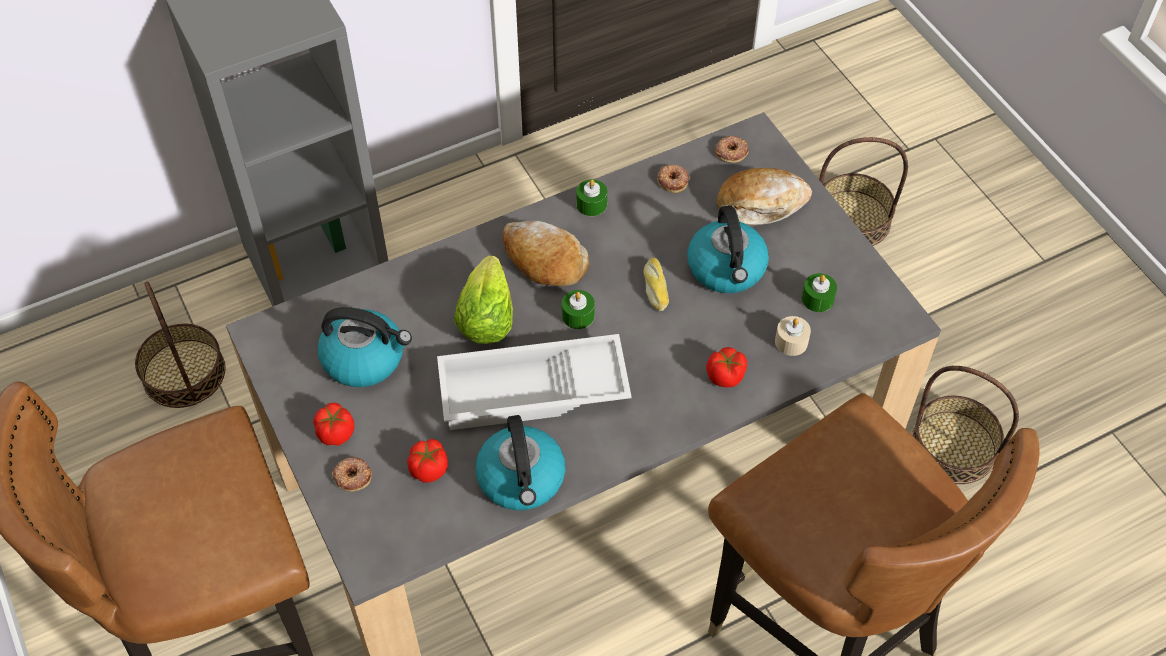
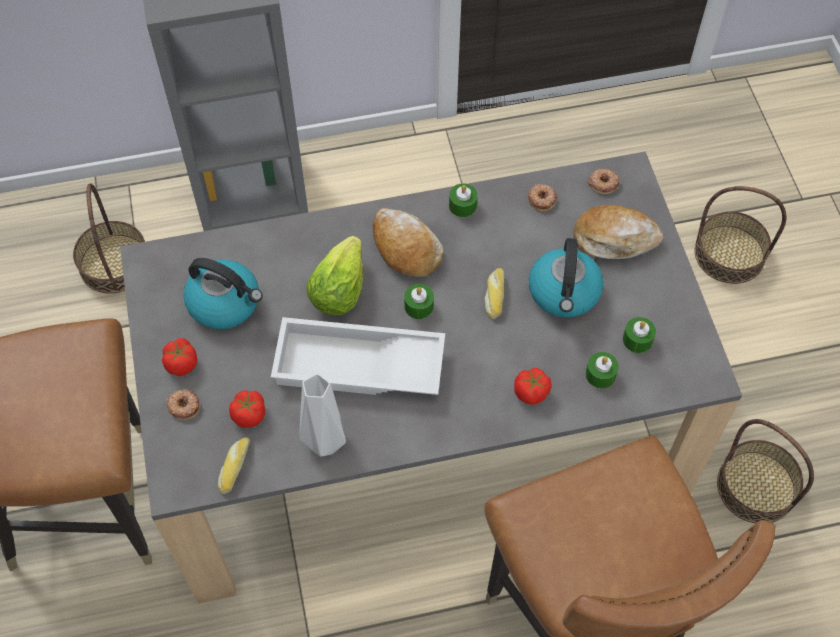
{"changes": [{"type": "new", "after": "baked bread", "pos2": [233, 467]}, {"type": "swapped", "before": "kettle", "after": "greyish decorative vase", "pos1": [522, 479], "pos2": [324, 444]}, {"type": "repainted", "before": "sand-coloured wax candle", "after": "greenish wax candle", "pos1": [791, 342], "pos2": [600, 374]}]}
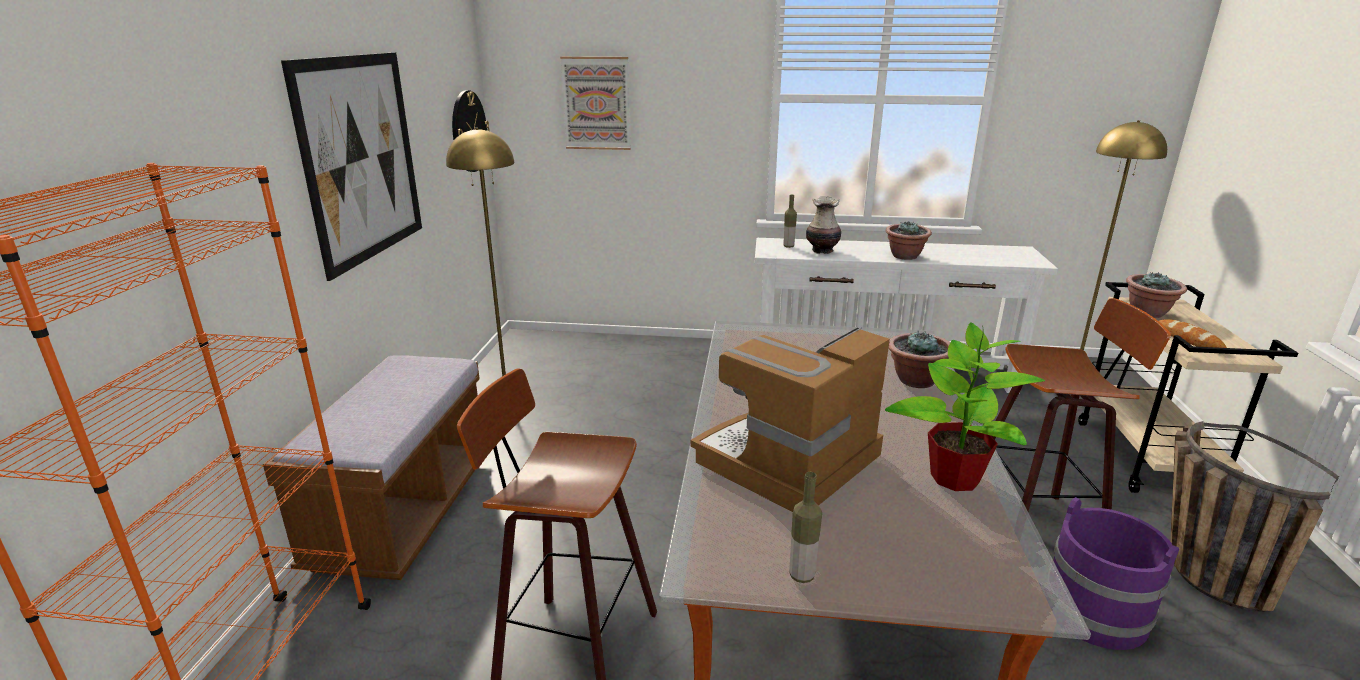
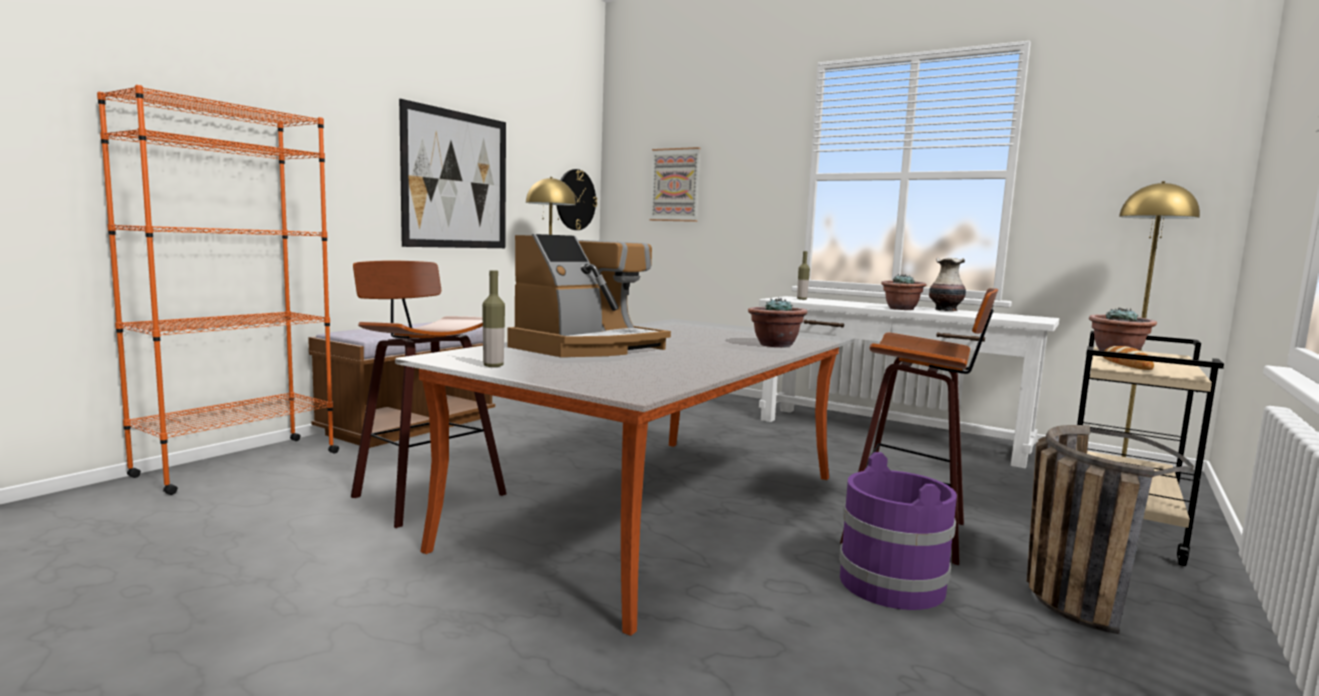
{"changes": [{"type": "gone", "before": "houseplant", "pos1": [953, 477]}, {"type": "shifted", "before": "decorative vase", "pos1": [822, 251], "pos2": [946, 310]}, {"type": "rotated", "before": "coffee brewer", "pos1": [788, 461], "pos2": [588, 347], "turn": 150}]}
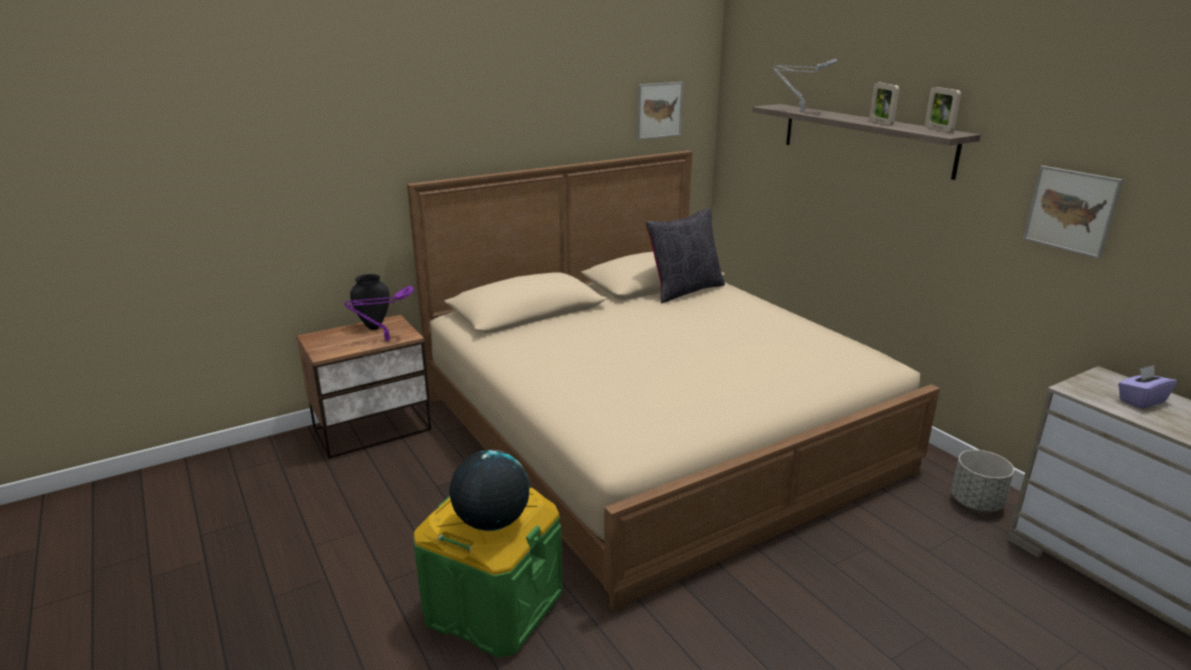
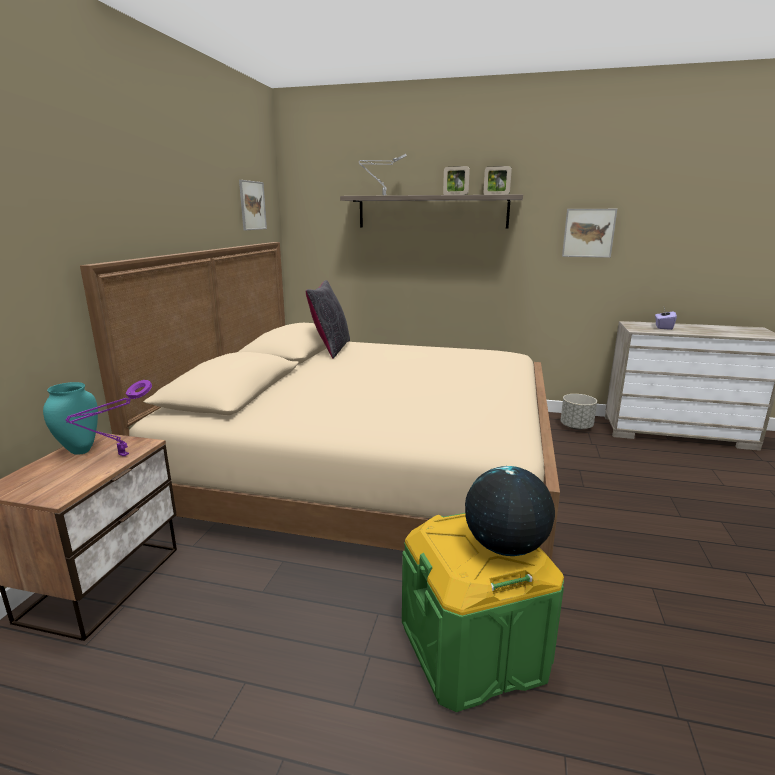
{"changes": [{"type": "repainted", "before": "black decorative vase", "after": "turquoise-coloured decorative vase", "pos1": [374, 327], "pos2": [79, 450]}]}
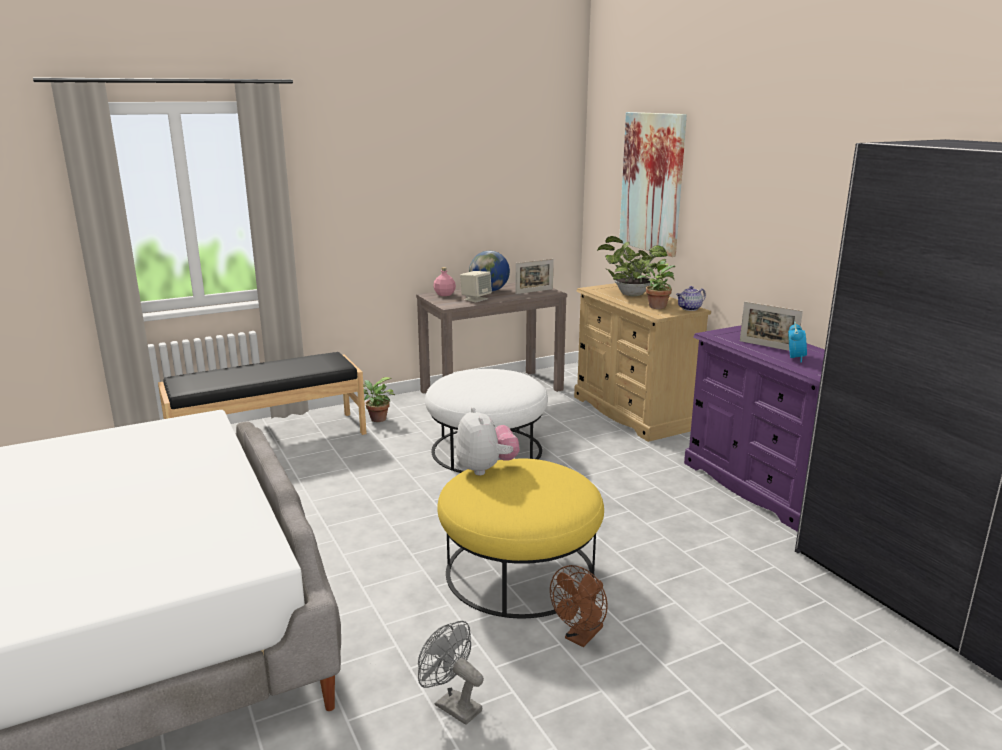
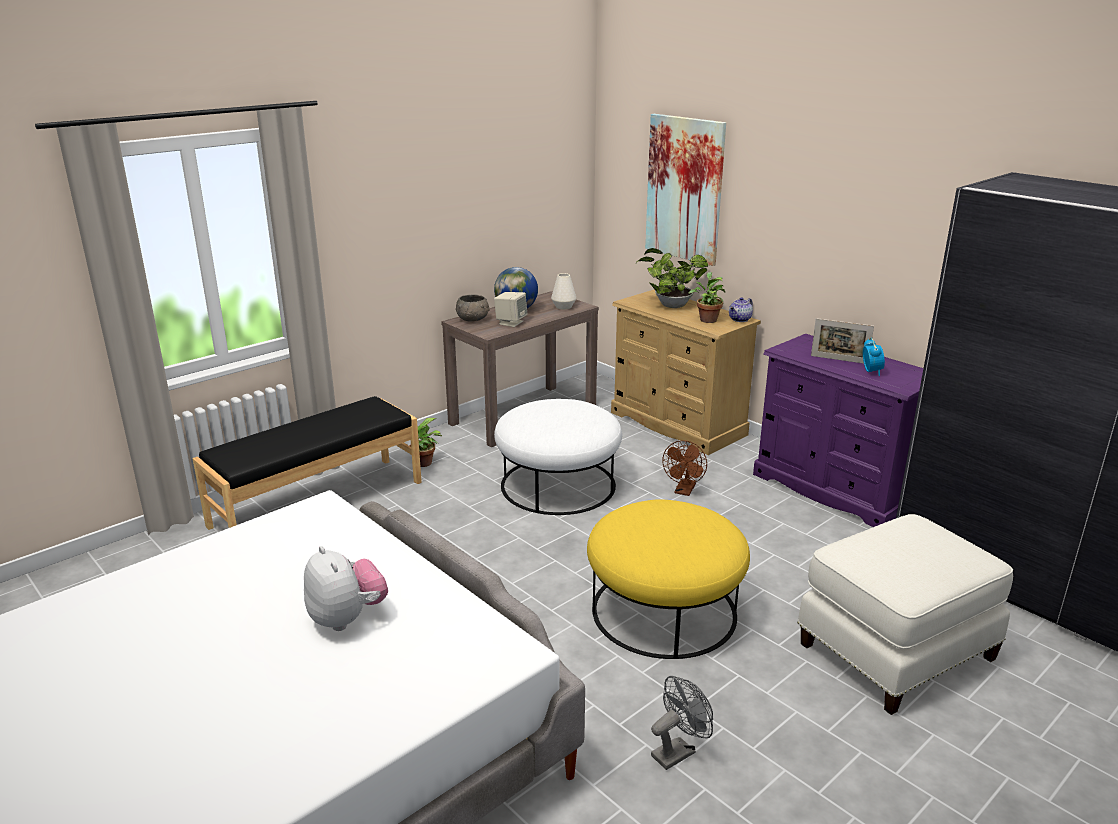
{"changes": [{"type": "new", "after": "whitish footrest", "pos2": [894, 649]}, {"type": "shifted", "before": "cuddly toy", "pos1": [486, 469], "pos2": [347, 618]}, {"type": "shifted", "before": "brownish electric fan", "pos1": [581, 637], "pos2": [684, 491]}, {"type": "swapped", "before": "pinkish drink bottle", "after": "greyish deep dish", "pos1": [445, 294], "pos2": [473, 319]}, {"type": "swapped", "before": "standing frame", "after": "whitish decorative vase", "pos1": [534, 291], "pos2": [563, 307]}, {"type": "rotated", "before": "greyish electric fan", "pos1": [452, 705], "pos2": [678, 751], "turn": 120}]}
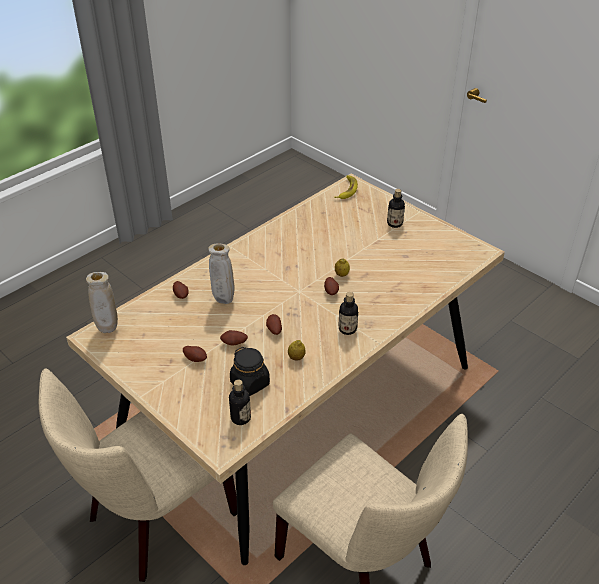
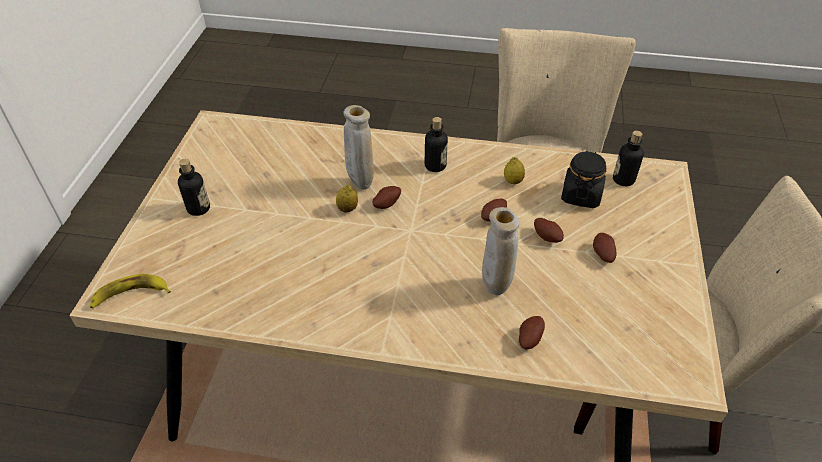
{"changes": [{"type": "shifted", "before": "sand-coloured decorative vase", "pos1": [108, 329], "pos2": [360, 184]}]}
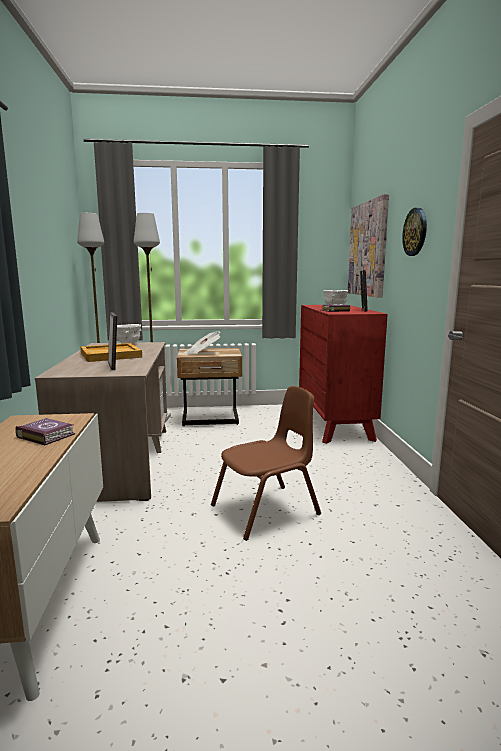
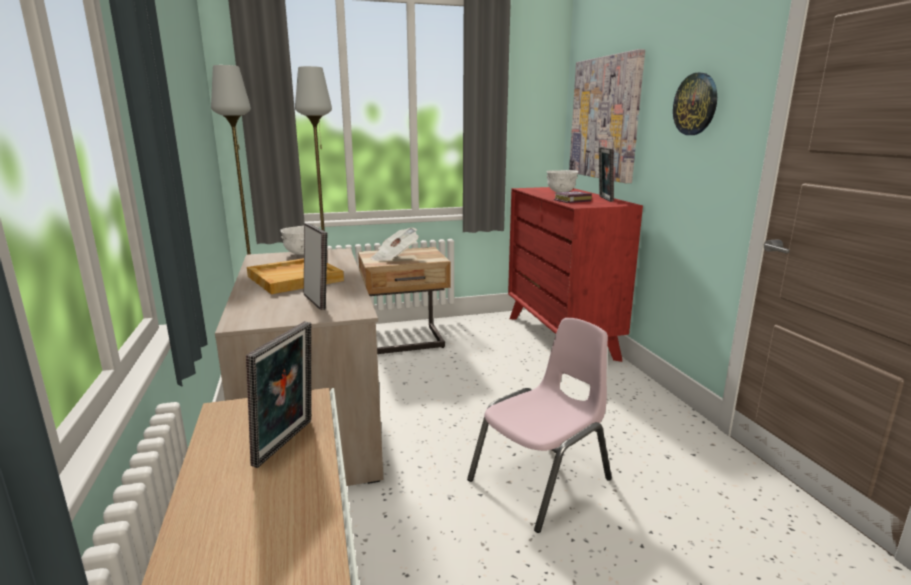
{"changes": [{"type": "swapped", "before": "book", "after": "standing frame", "pos1": [46, 435], "pos2": [288, 443]}, {"type": "repainted", "before": "brownish plain chair", "after": "pinkish plain chair", "pos1": [266, 510], "pos2": [541, 481]}]}
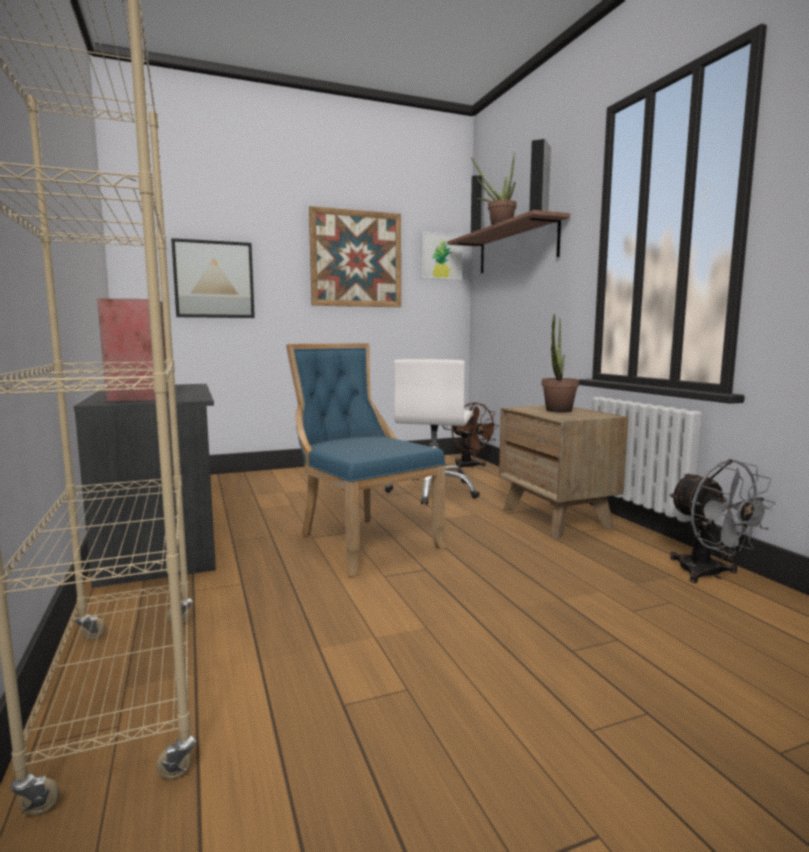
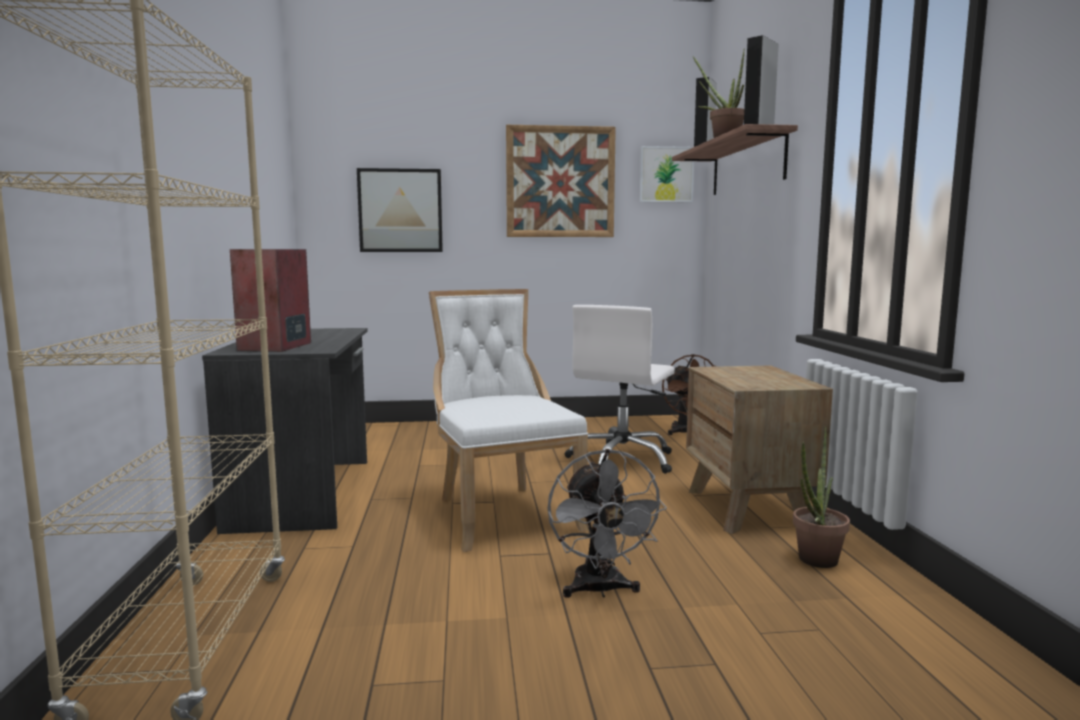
{"changes": [{"type": "shifted", "before": "houseplant", "pos1": [557, 411], "pos2": [814, 563]}, {"type": "shifted", "before": "greyish electric fan", "pos1": [709, 575], "pos2": [600, 590]}, {"type": "repainted", "before": "bluish plain chair", "after": "whitish plain chair", "pos1": [363, 541], "pos2": [502, 514]}]}
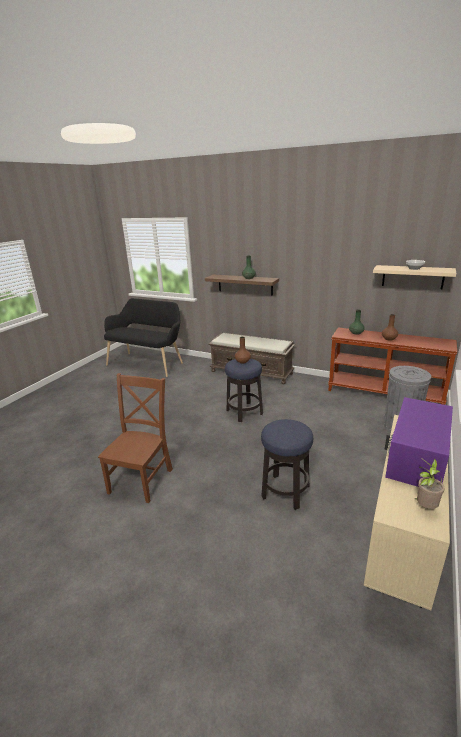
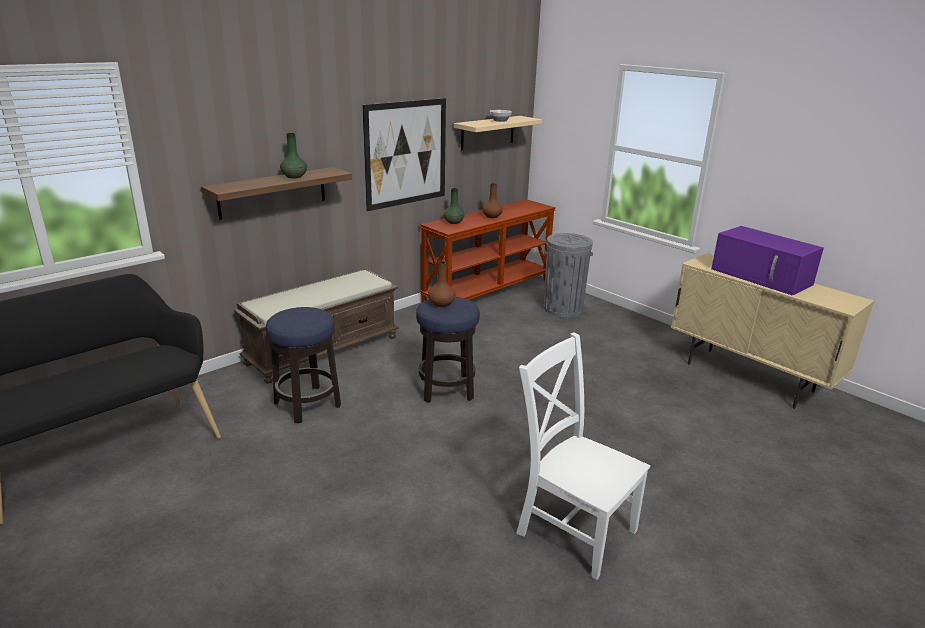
{"changes": [{"type": "gone", "before": "houseplant", "pos1": [425, 507]}, {"type": "new", "after": "wall picture", "pos2": [406, 153]}, {"type": "shifted", "before": "stool", "pos1": [285, 491], "pos2": [307, 404]}, {"type": "repainted", "before": "brownish plain chair", "after": "whitish plain chair", "pos1": [142, 479], "pos2": [572, 528]}]}
